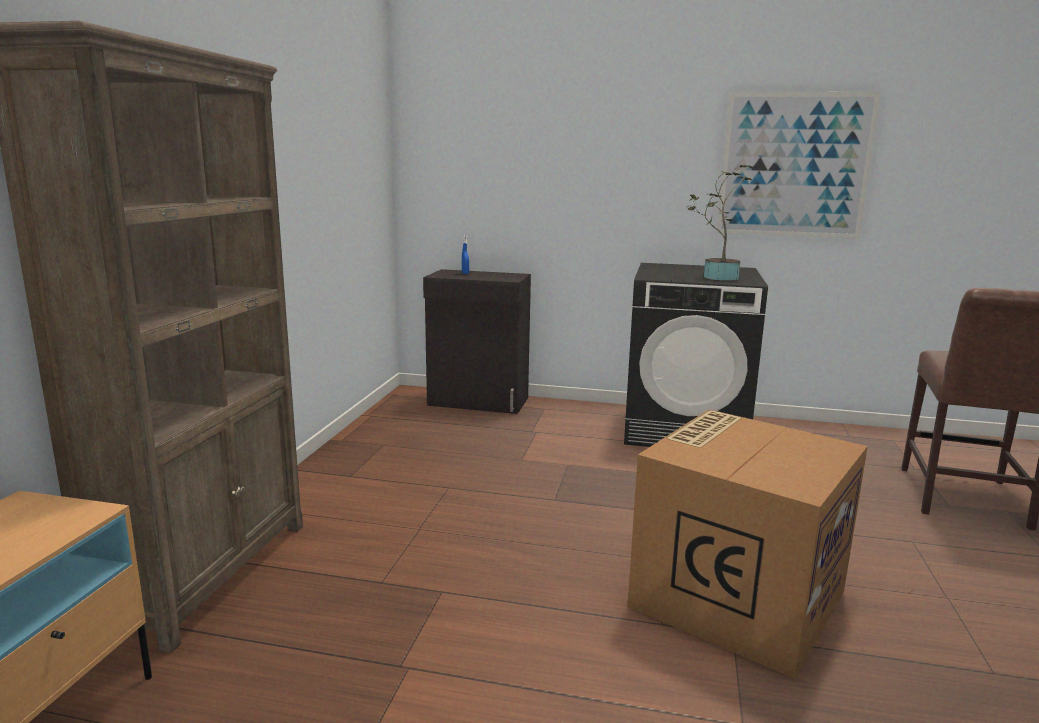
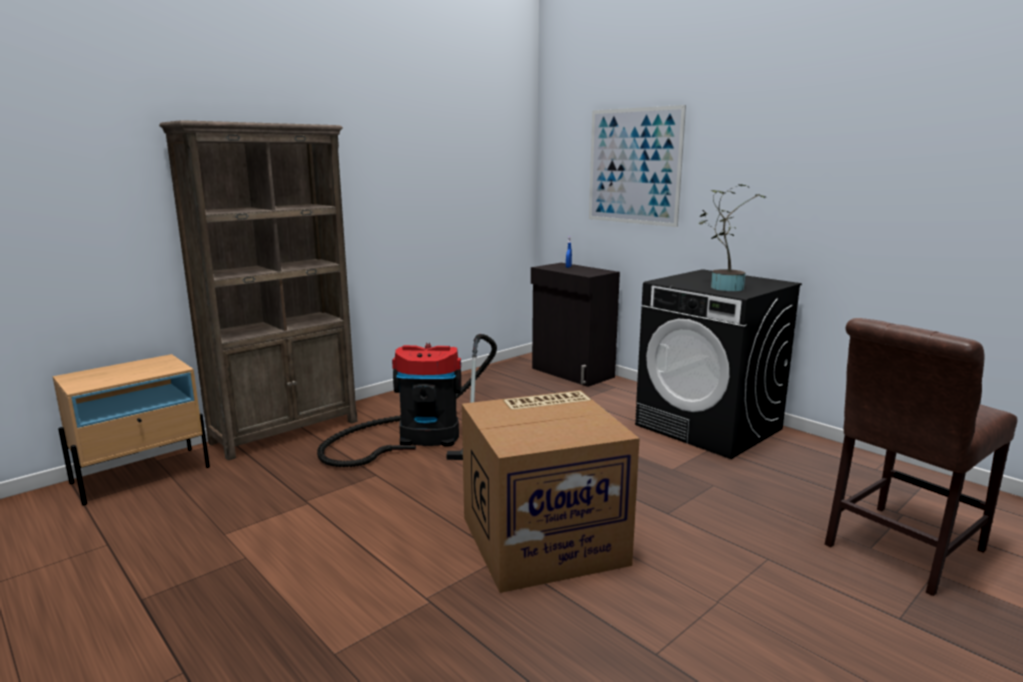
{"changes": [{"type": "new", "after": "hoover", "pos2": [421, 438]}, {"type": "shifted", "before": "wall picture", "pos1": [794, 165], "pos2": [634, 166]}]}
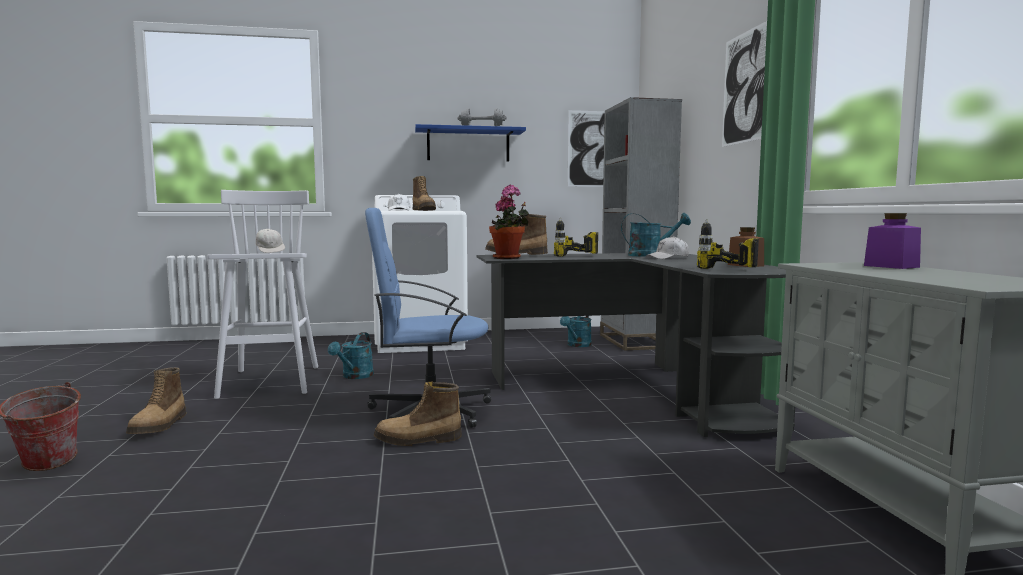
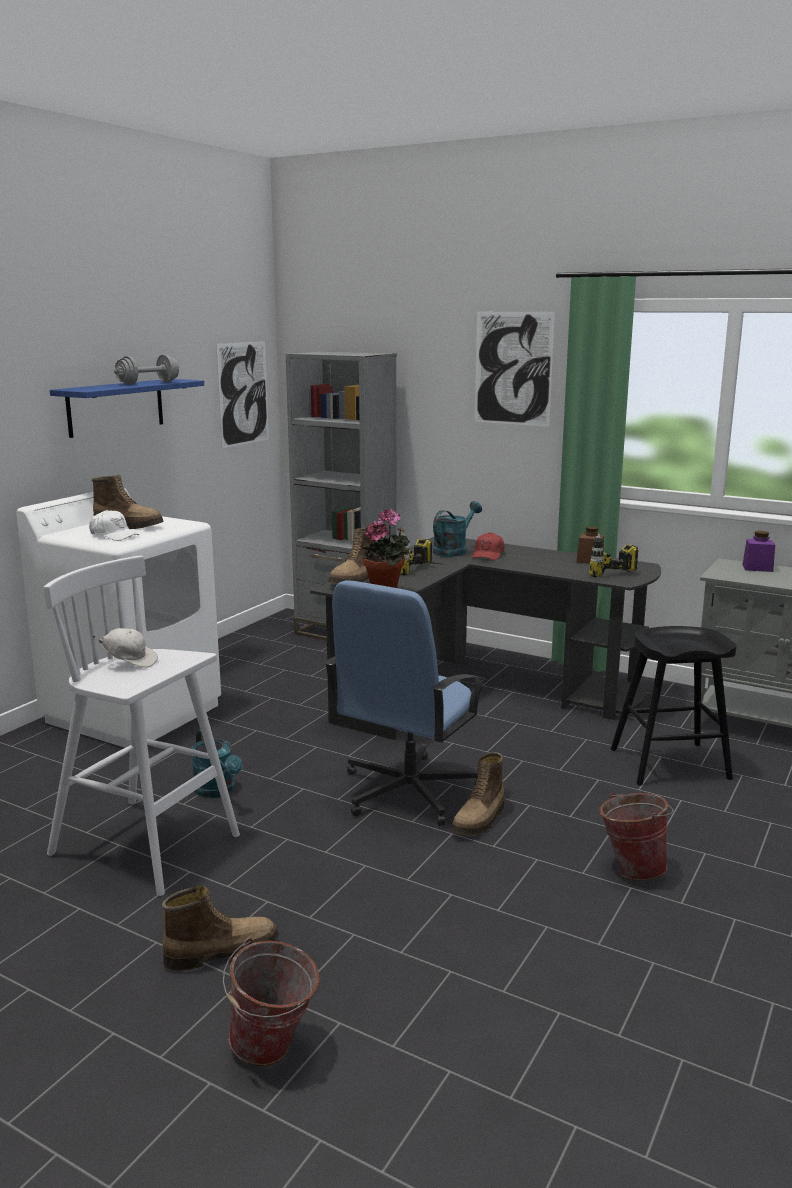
{"changes": [{"type": "gone", "before": "turquoise-coloured sprinkling can", "pos1": [577, 345]}, {"type": "new", "after": "pail", "pos2": [631, 868]}, {"type": "new", "after": "black stool", "pos2": [669, 764]}, {"type": "repainted", "before": "whitish peaked cap", "after": "red-coloured peaked cap", "pos1": [668, 258], "pos2": [488, 555]}, {"type": "rotated", "before": "high-top boot", "pos1": [160, 426], "pos2": [221, 951], "turn": -60}]}
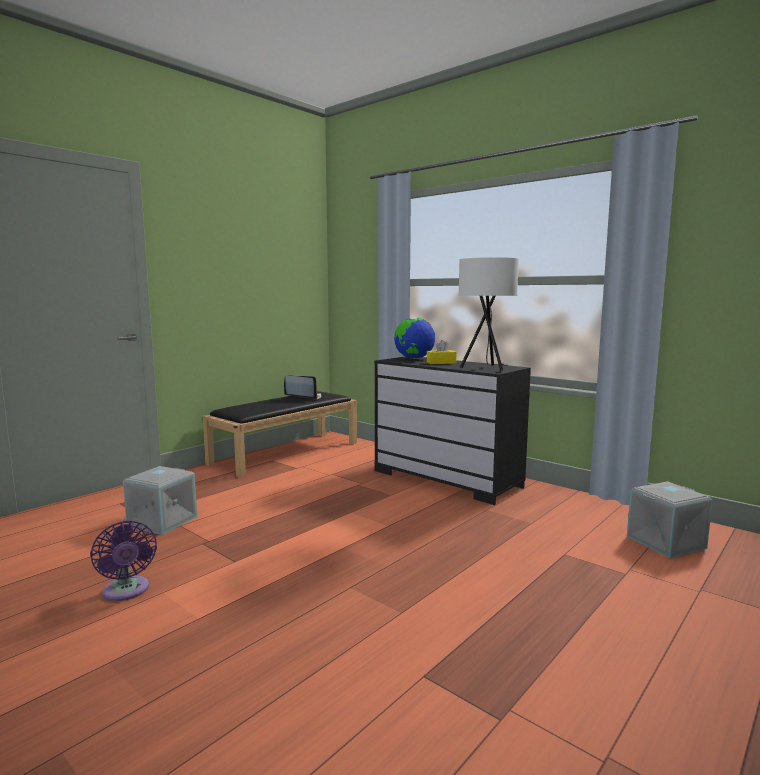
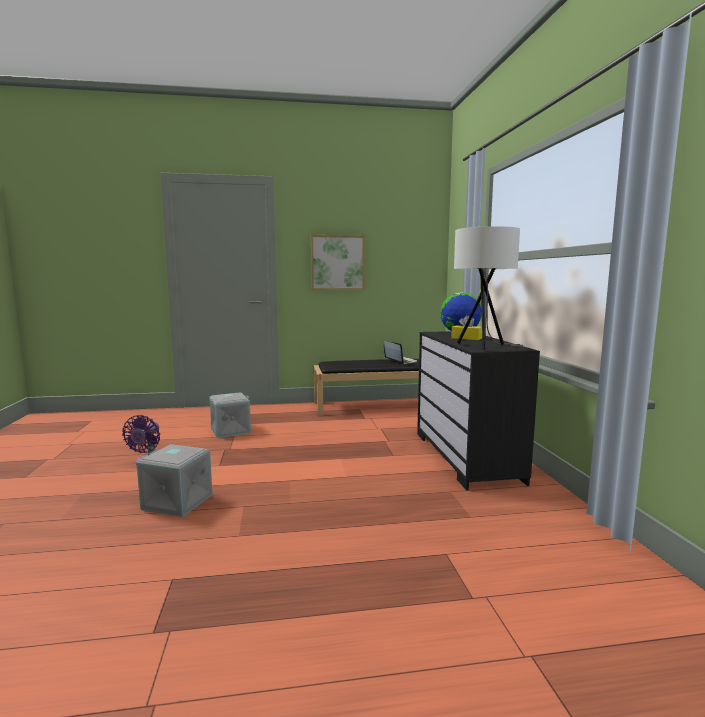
{"changes": [{"type": "new", "after": "wall picture", "pos2": [337, 262]}, {"type": "shifted", "before": "greyish storage bin", "pos1": [666, 543], "pos2": [176, 502]}]}
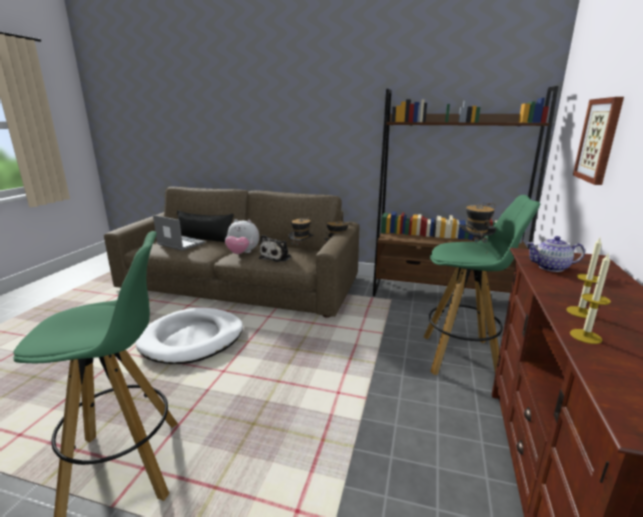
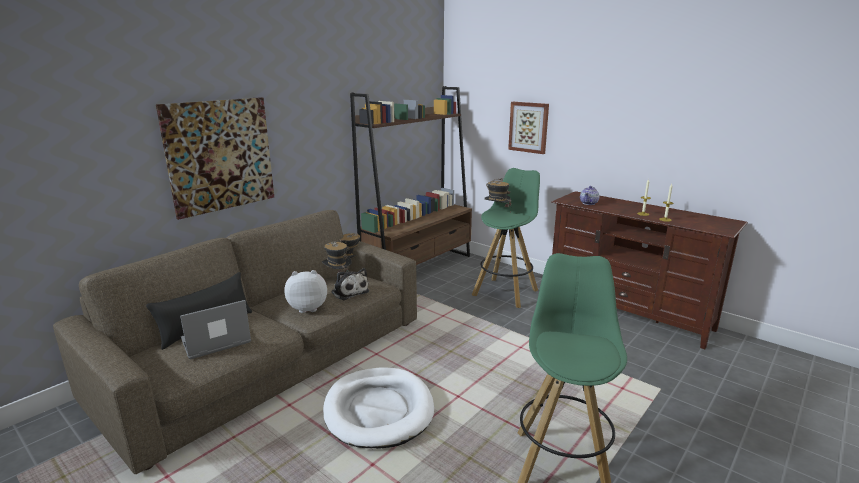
{"changes": [{"type": "new", "after": "wall picture", "pos2": [220, 155]}, {"type": "rotated", "before": "cuddly toy", "pos1": [242, 253], "pos2": [308, 308], "turn": -135}]}
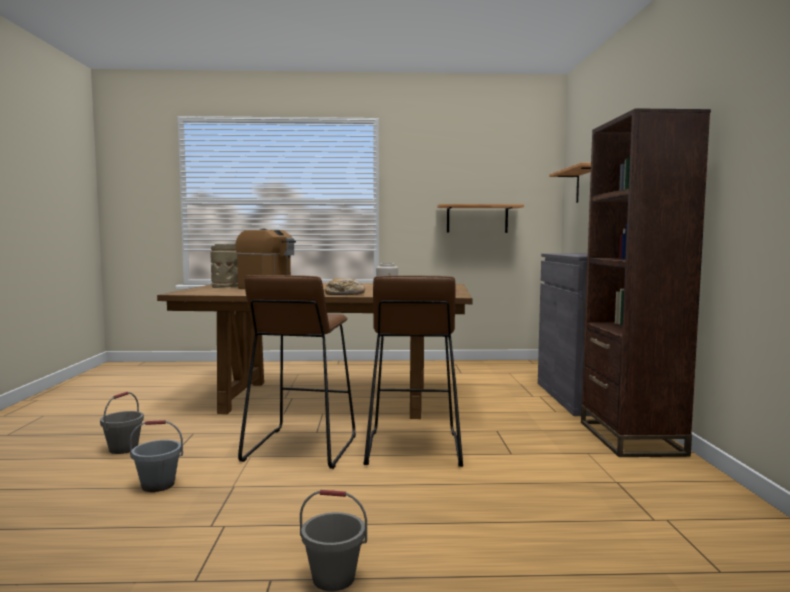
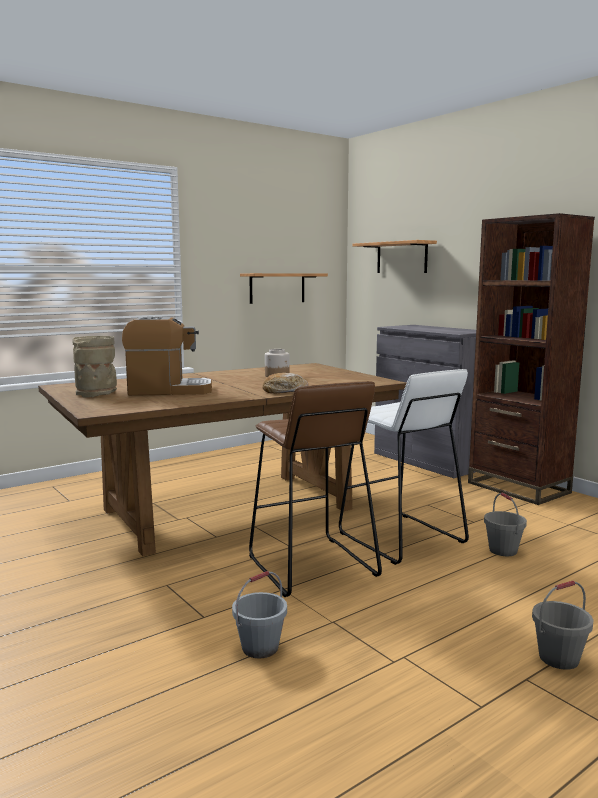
{"changes": [{"type": "shifted", "before": "greyish pail", "pos1": [123, 449], "pos2": [503, 550]}, {"type": "repainted", "before": "brownish stool", "after": "whitish stool", "pos1": [412, 448], "pos2": [401, 538]}]}
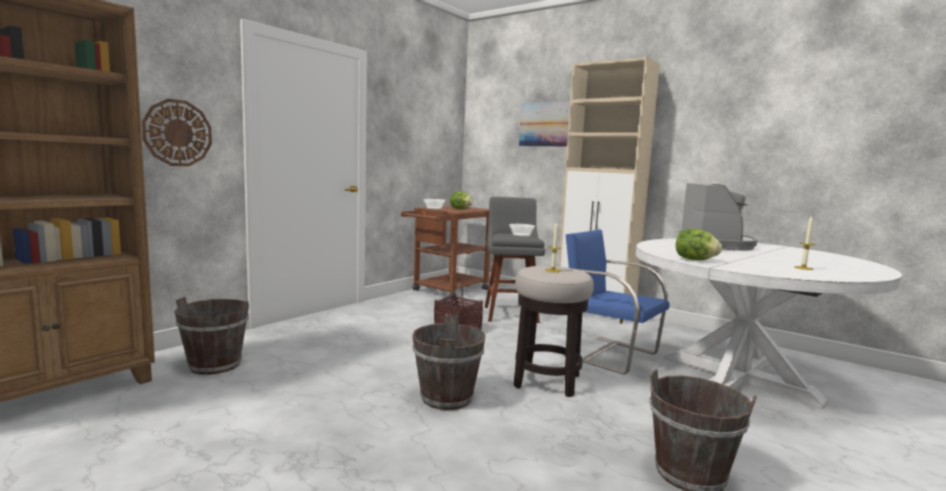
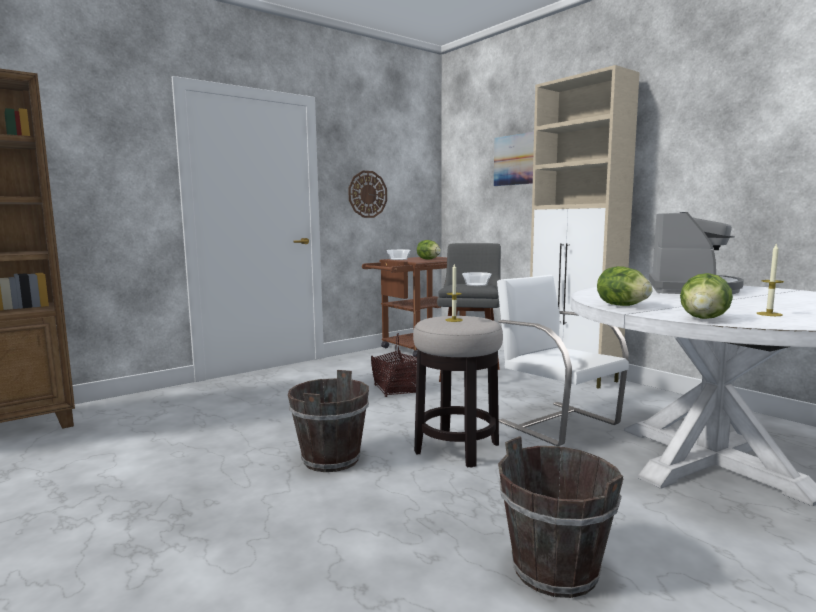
{"changes": [{"type": "gone", "before": "brownish pail", "pos1": [215, 365]}, {"type": "new", "after": "lettuce head", "pos2": [703, 319]}, {"type": "shifted", "before": "hanging clock", "pos1": [177, 133], "pos2": [367, 194]}, {"type": "repainted", "before": "bluish plain chair", "after": "whitish plain chair", "pos1": [609, 354], "pos2": [557, 422]}]}
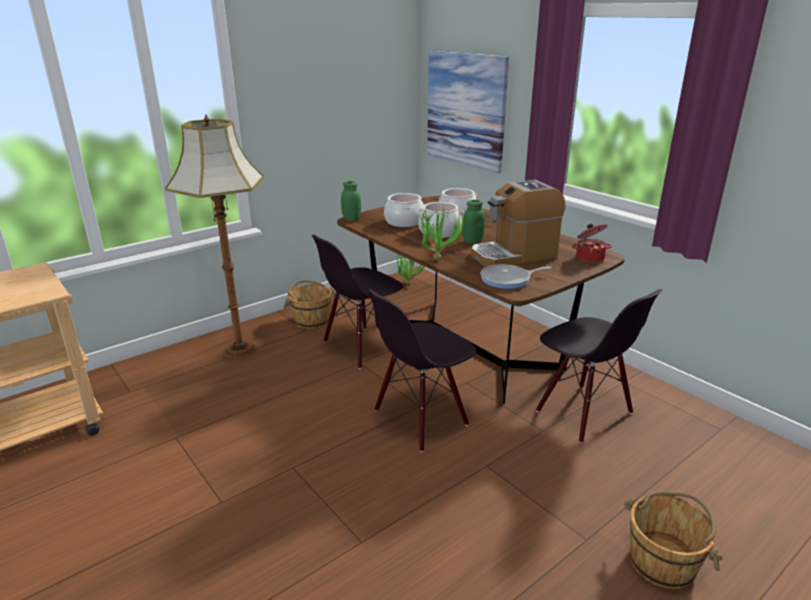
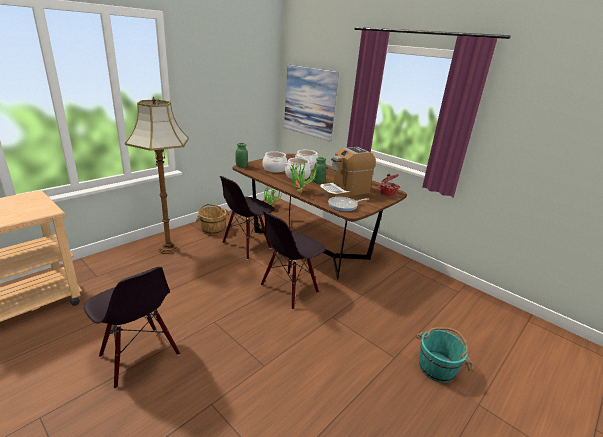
{"changes": [{"type": "shifted", "before": "black plain chair", "pos1": [583, 412], "pos2": [139, 356]}, {"type": "repainted", "before": "brownish pail", "after": "turquoise-coloured pail", "pos1": [662, 562], "pos2": [437, 367]}]}
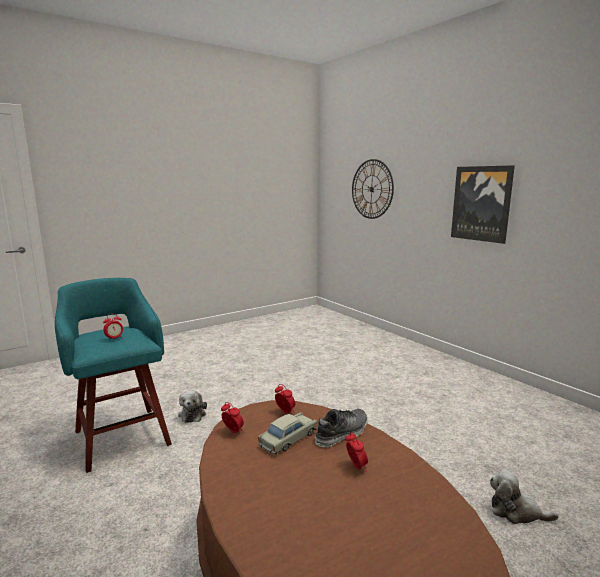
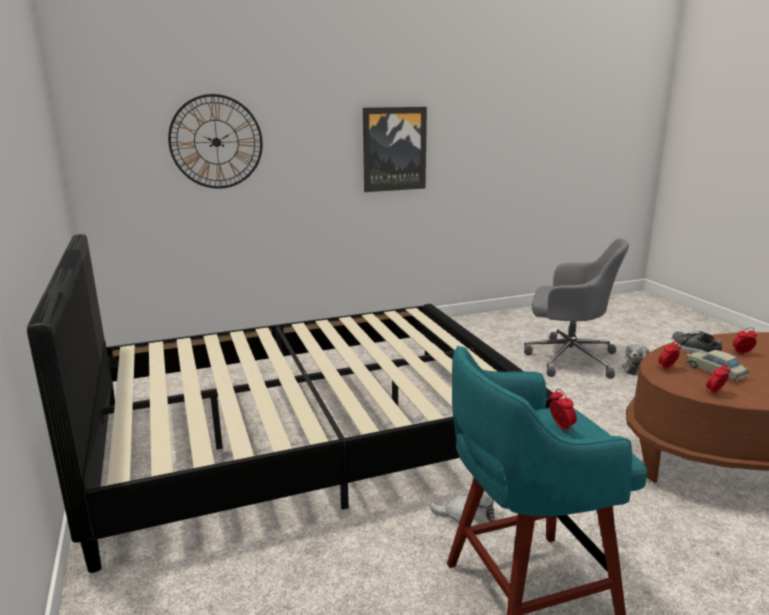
{"changes": [{"type": "new", "after": "black bed", "pos2": [306, 432]}, {"type": "new", "after": "greyish desk chair", "pos2": [568, 358]}]}
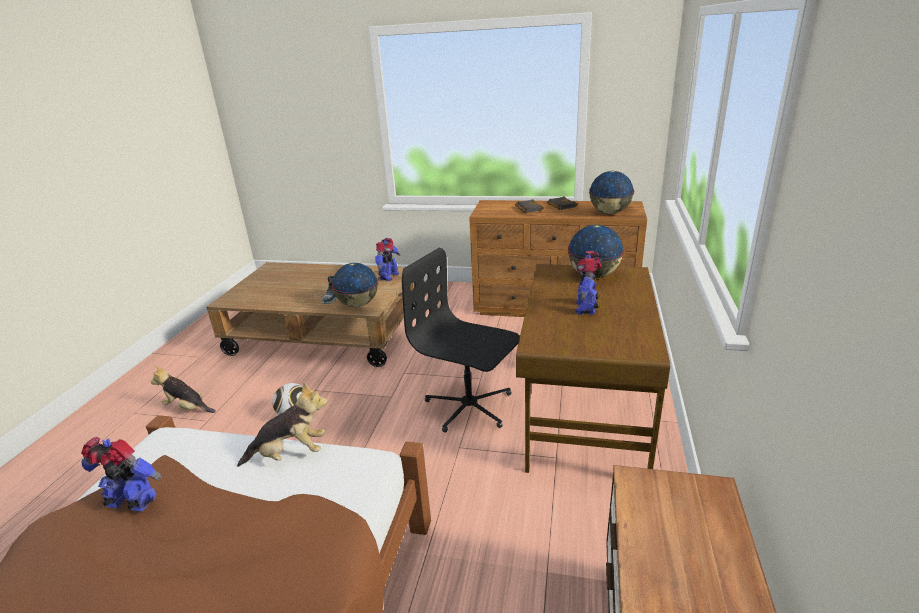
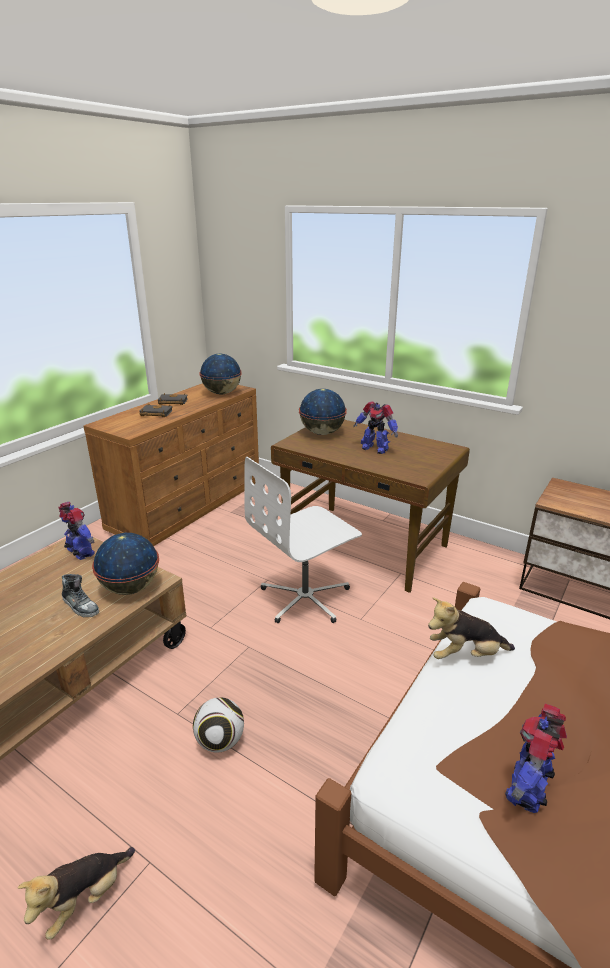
{"changes": [{"type": "repainted", "before": "black desk chair", "after": "whitish desk chair", "pos1": [469, 406], "pos2": [306, 598]}, {"type": "rotated", "before": "cuddly toy", "pos1": [290, 454], "pos2": [465, 655], "turn": -105}]}
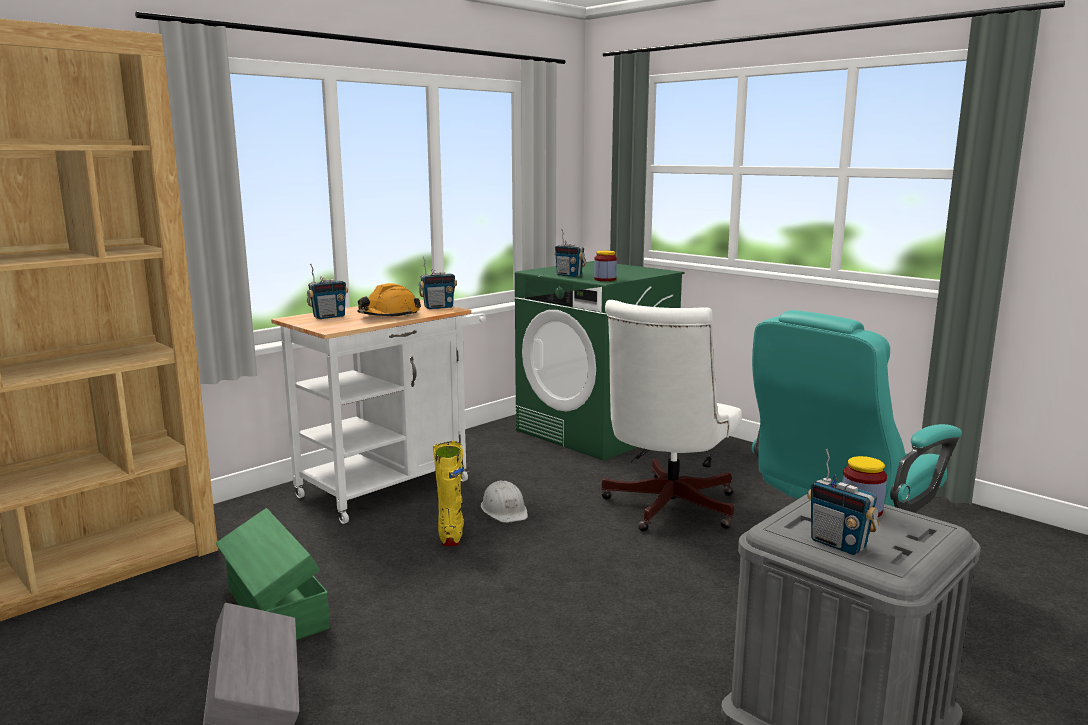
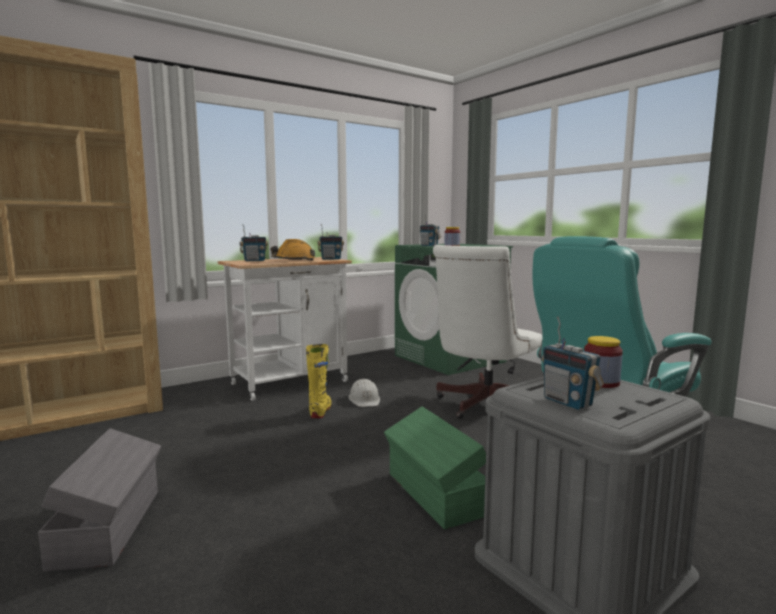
{"changes": [{"type": "shifted", "before": "greenish storage bin", "pos1": [275, 610], "pos2": [435, 494]}]}
